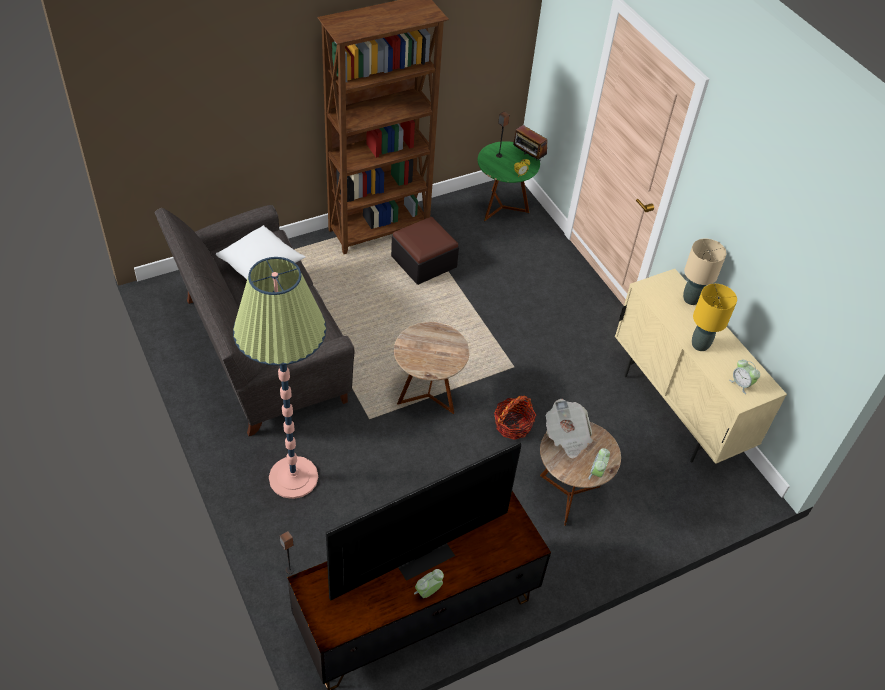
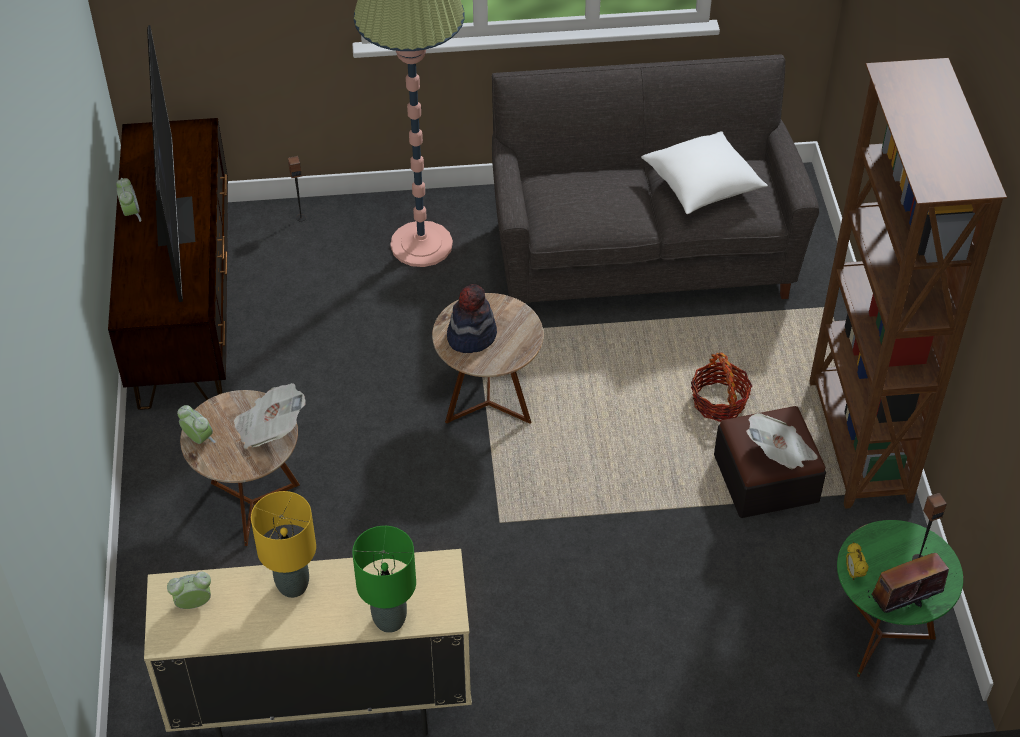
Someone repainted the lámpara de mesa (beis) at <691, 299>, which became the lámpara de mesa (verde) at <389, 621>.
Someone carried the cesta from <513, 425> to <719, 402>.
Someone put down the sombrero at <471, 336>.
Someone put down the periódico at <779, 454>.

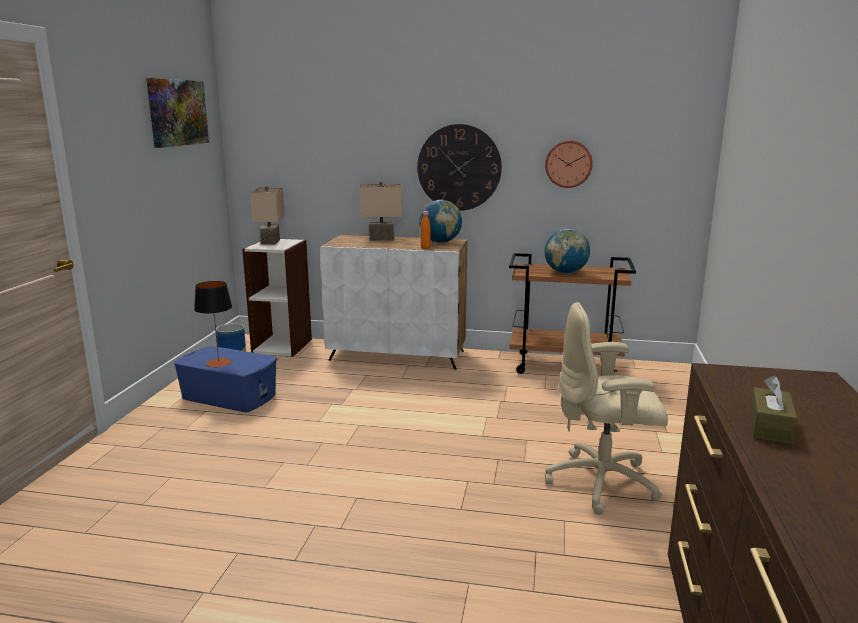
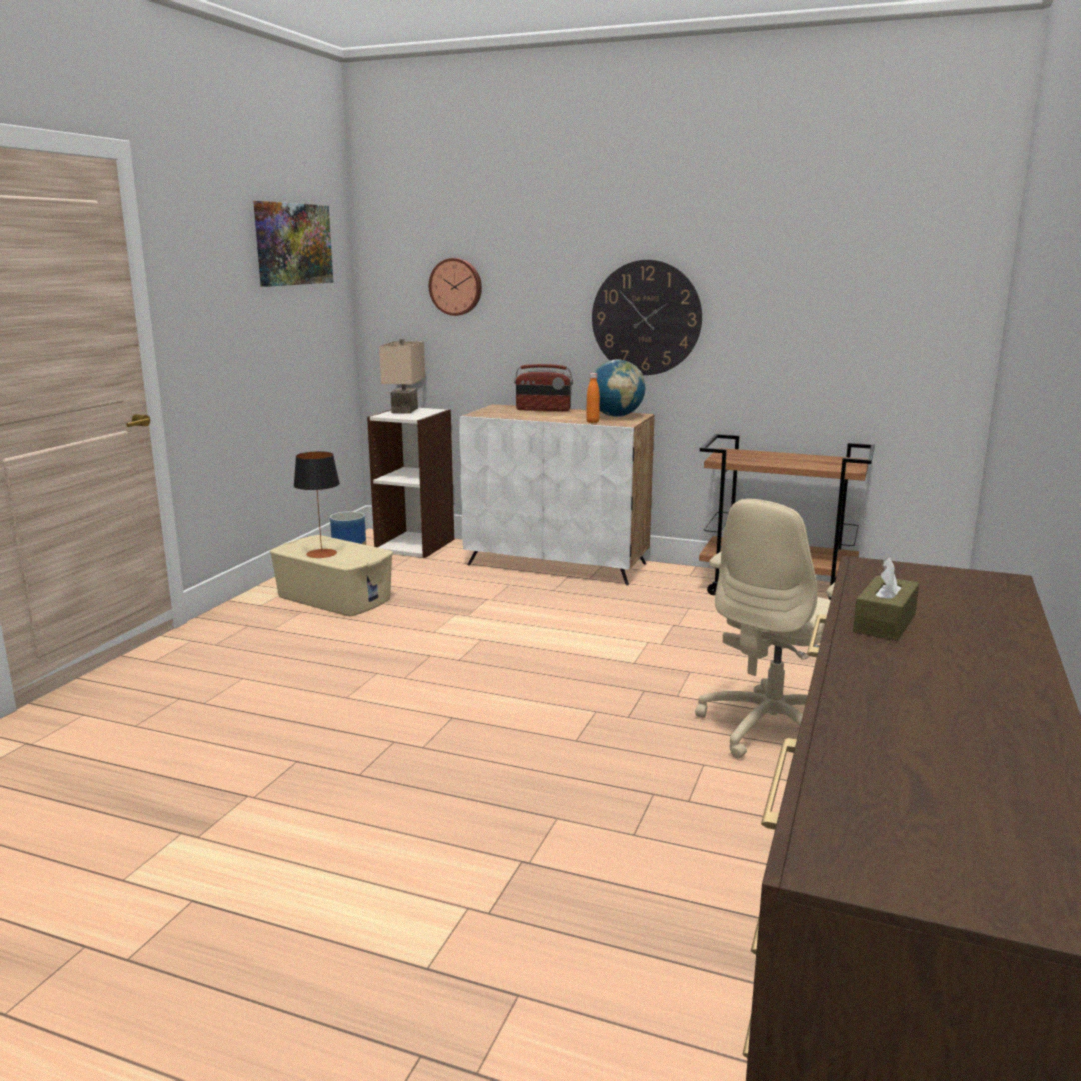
Someone carried the reloj de pared from <568, 164> to <456, 286>.
Someone swapped the lámpara de mesa (beis) at <382, 238> for the radio at <543, 410>.
Someone took away the globo terráqueo at <565, 273>.
Someone rotated the silla de oficina (beis) at <603, 483> by 60 degrees counterclockwise.
Someone repainted the caja de almacenaje (azul) at <229, 396>, which became the caja de almacenaje (beis) at <334, 597>.

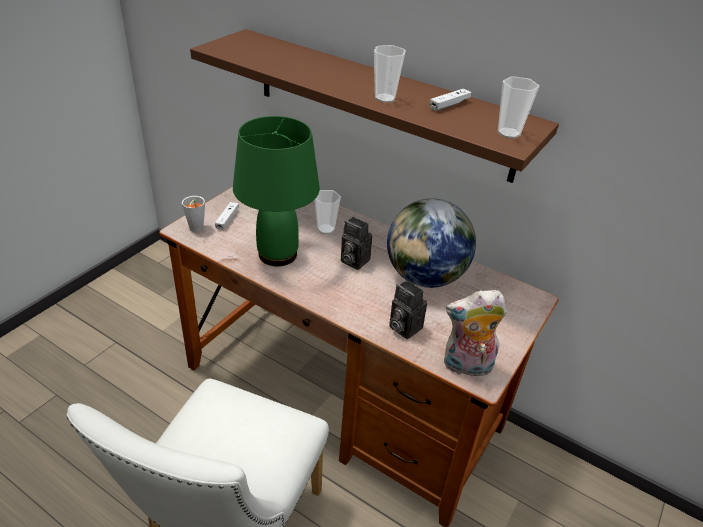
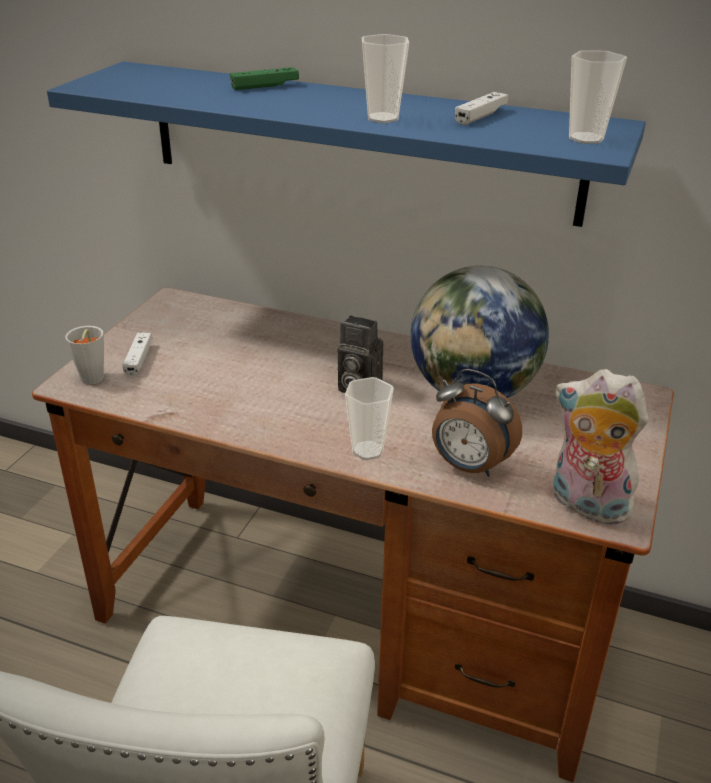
Someone repainted the estante (marrón) at <380, 103>, which became the estante (azul) at <359, 141>.
Someone took away the lámpara de mesa (verde) at <278, 254>.
Someone carried the taza from <326, 229> to <368, 451>.
Someone swapped the cámara at <403, 327> for the despertador at <469, 466>.
Someone rotated the peluche at <466, 367> by 45 degrees clockwise.
Someone put down the mando de consola (verde) at <265, 86>.

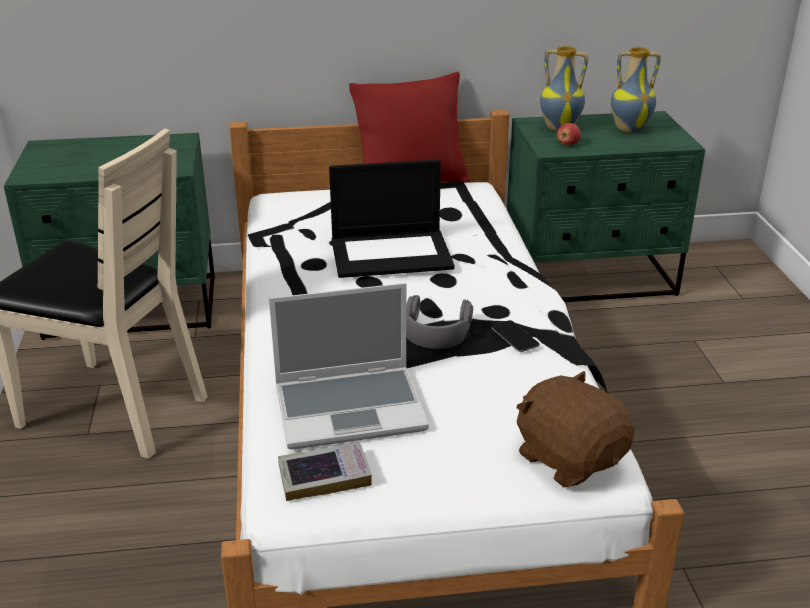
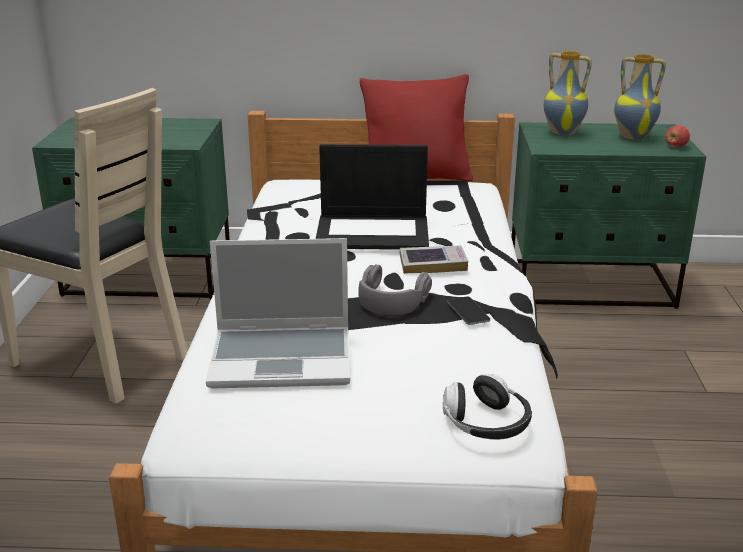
Someone carried the manzana from <567, 144> to <675, 147>.
Someone swapped the peluche (marrón) at <569, 458> for the auriculares at <486, 424>.
Someone carried the libro from <324, 476> to <433, 264>.

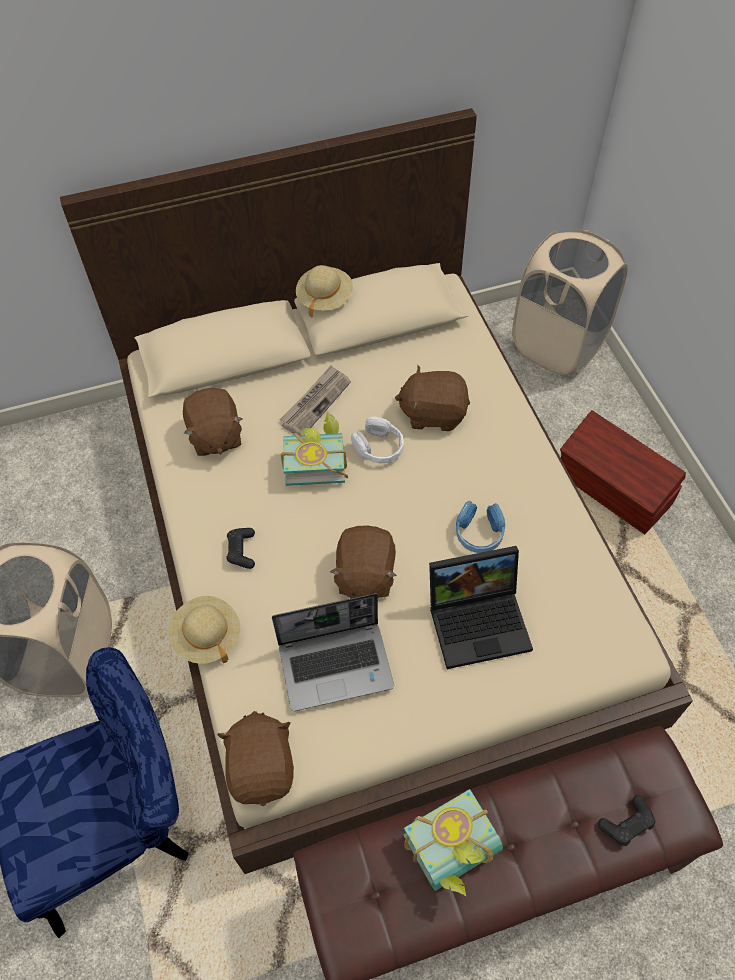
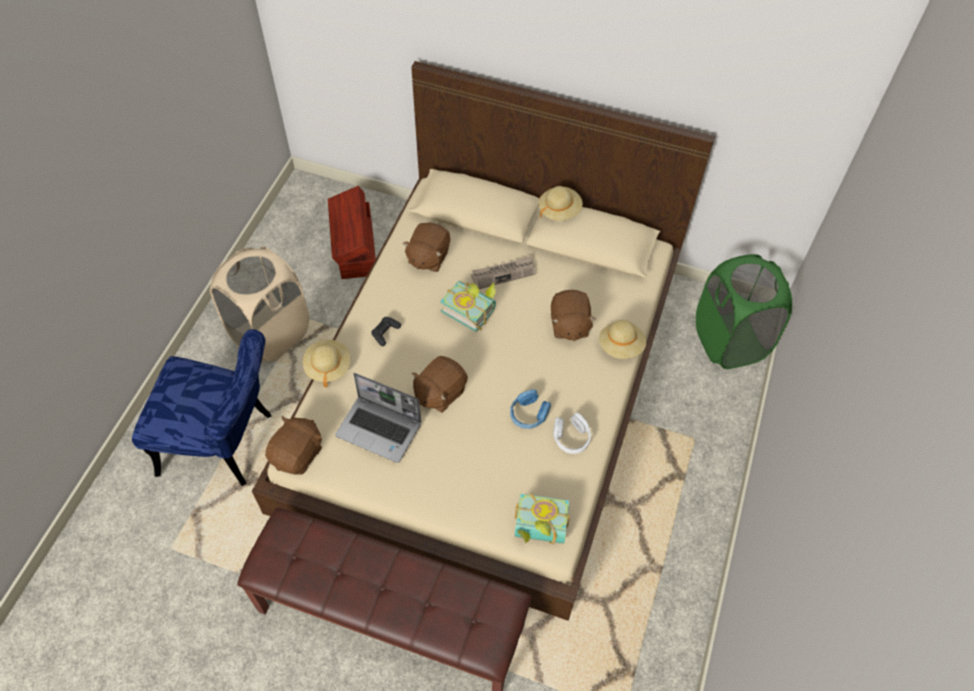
Someone repainted the cesto de la ropa (beis) at <558, 346>, which became the cesto de la ropa (verde) at <729, 341>.
Someone rotated the peluche (marrón) at <433, 413> by 135 degrees counterclockwise.
Someone carried the caja de almacenaje (marrón) from <613, 490> to <355, 248>.
Someone carried the auriculares (blanco) from <379, 447> to <571, 438>.
Someone took away the portátil at <480, 620>.
Someone carried the libro from <456, 854> to <539, 530>.
Someone took away the mando de consola (negro) at <626, 824>.
Someone put down the sombrero (beis) at <621, 346>.

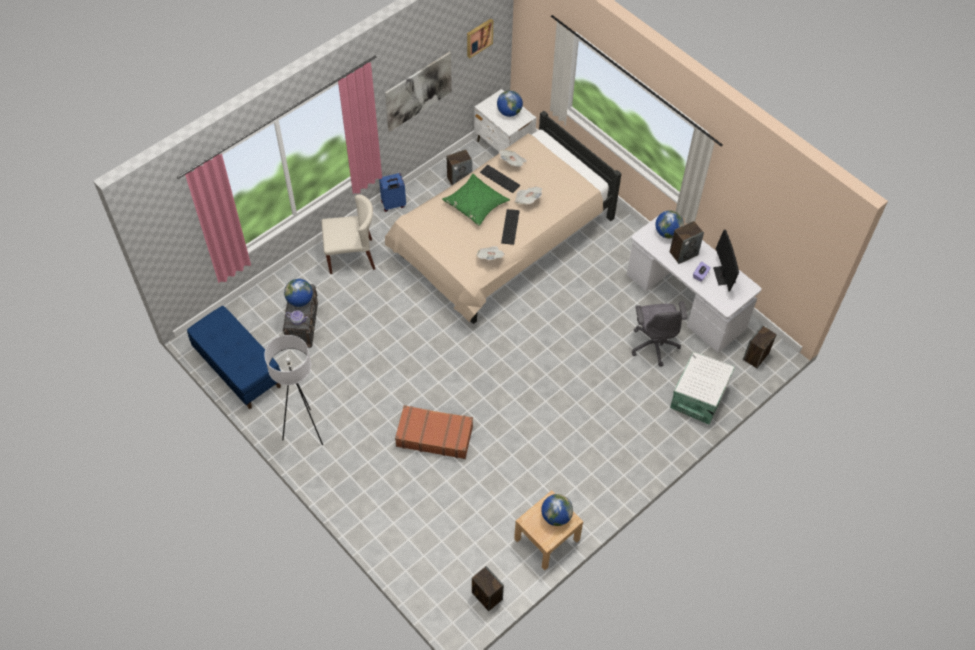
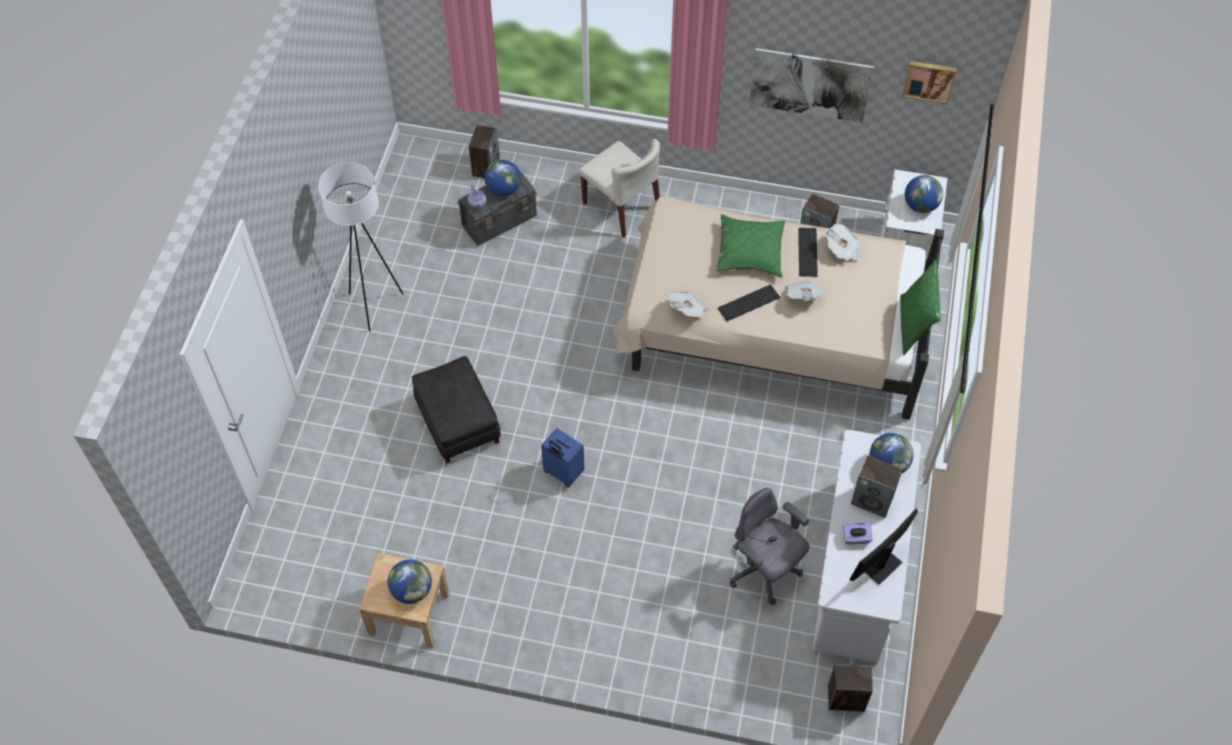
Someone carried the maleta (azul) from <393, 205> to <562, 473>.
Someone rotated the silla de oficina (gris) at <654, 344> by 90 degrees clockwise.
Someone took away the banco (azul) at <238, 369>.
Someone took away the caja de almacenaje (blanco) at <697, 397>.
Someone swapped the maleta (marrón) at <434, 436> for the puf (negro) at <458, 423>.
Someone carried the altavoz from <486, 596> to <486, 167>.
Someone put down the cojín (verde) at <914, 325>.

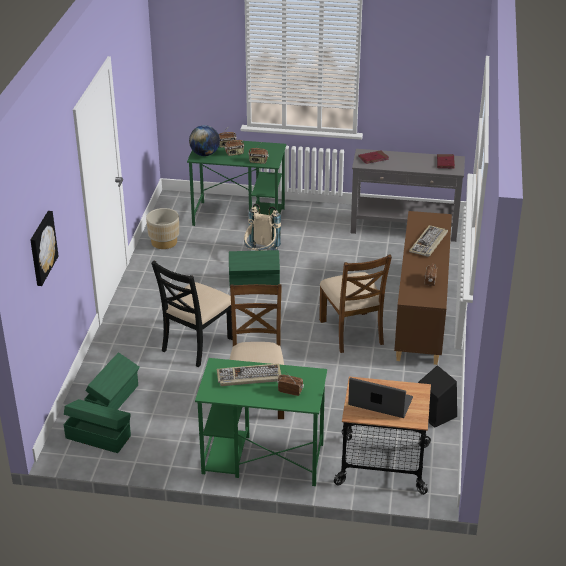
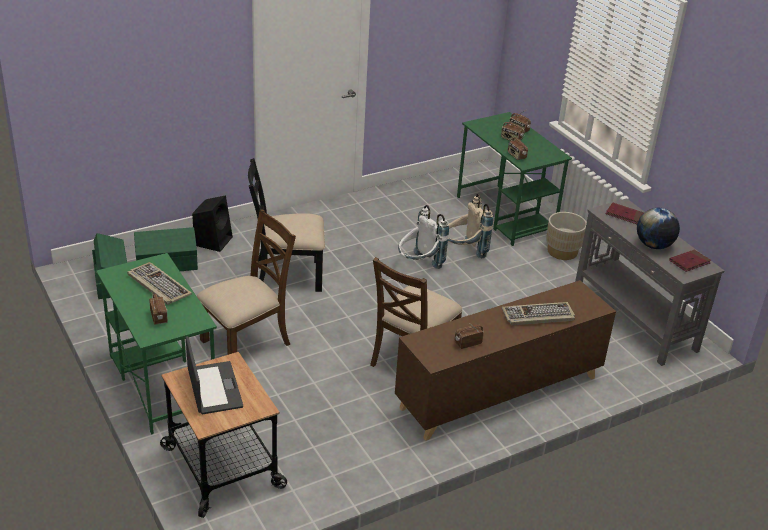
Someone carried the globo terráqueo from <205, 154> to <654, 245>.
Someone carried the maceta (beis) from <164, 242> to <562, 251>.
Someone took away the cuadro at <41, 248>.
Someone swapped the caja de almacenaje (verde) at <254, 281> for the mochila (blanco) at <419, 266>.
Someone carried the altavoz (negro) from <435, 413> to <213, 240>.

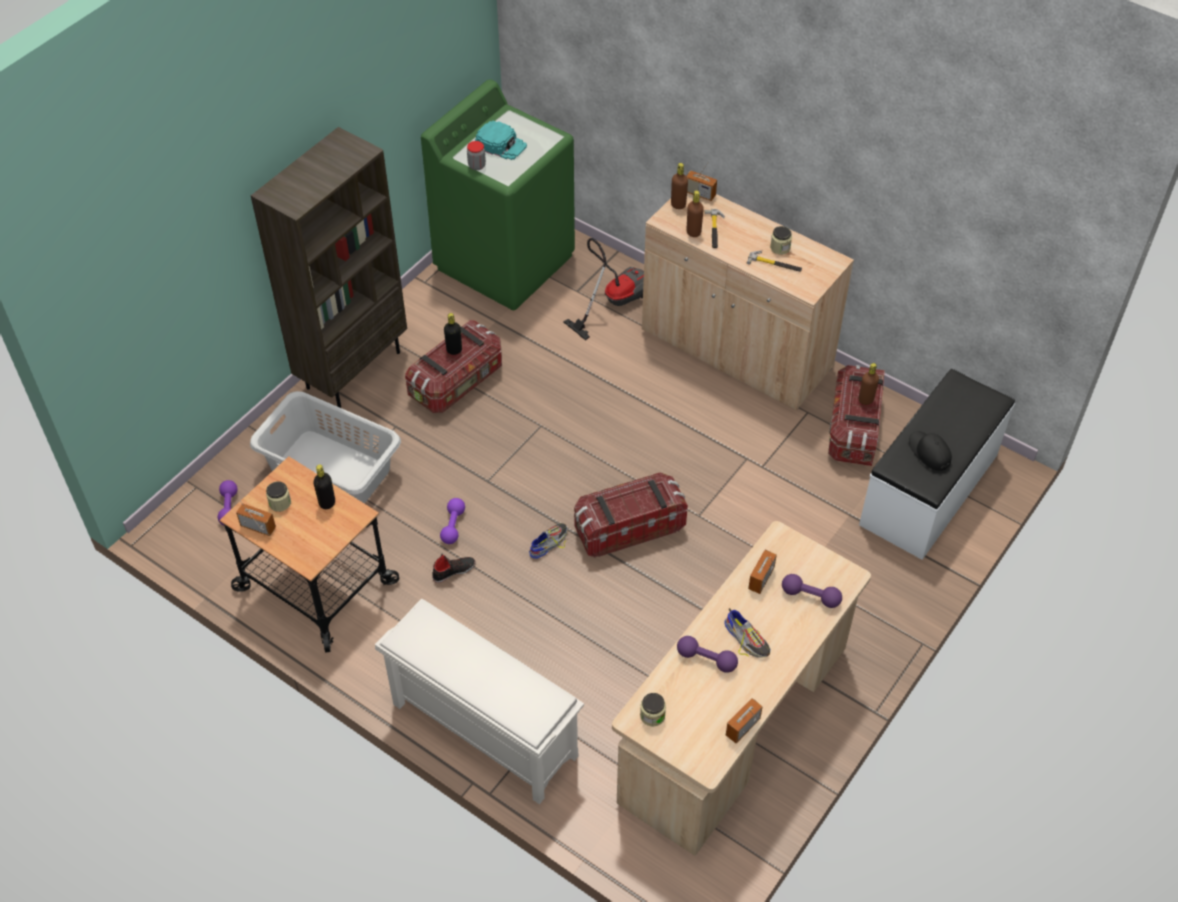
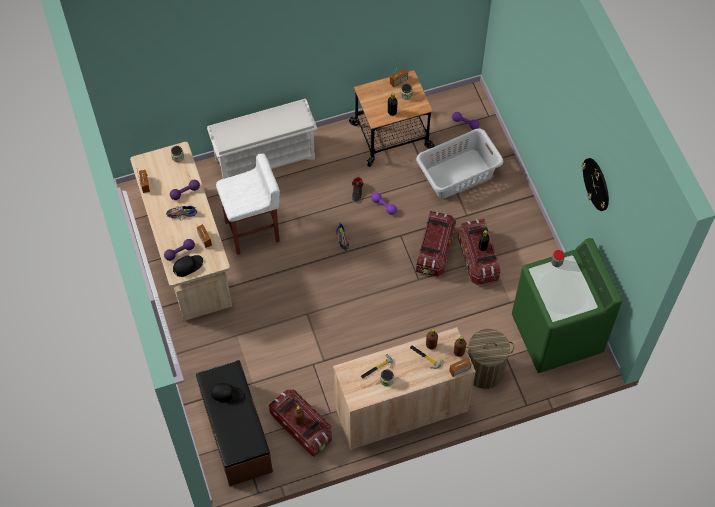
Someone took away the gorra (turquesa) at <501, 144>.
Someone took away the estantería (marrón) at <353, 369>.
Someone swapped the aspiradora at <614, 301> for the cesto de la ropa at <484, 371>.
Someone repainted the banco (blanco) at <930, 490>, which became the banco (marrón) at <235, 433>.
Someone carried the caja de almacenaje from <628, 527> to <435, 250>.
Someone put down the taburete (blanco) at <253, 232>.
Someone put up the reloj de pared at <596, 184>.
Someone put down the gorra (negro) at <188, 266>.

